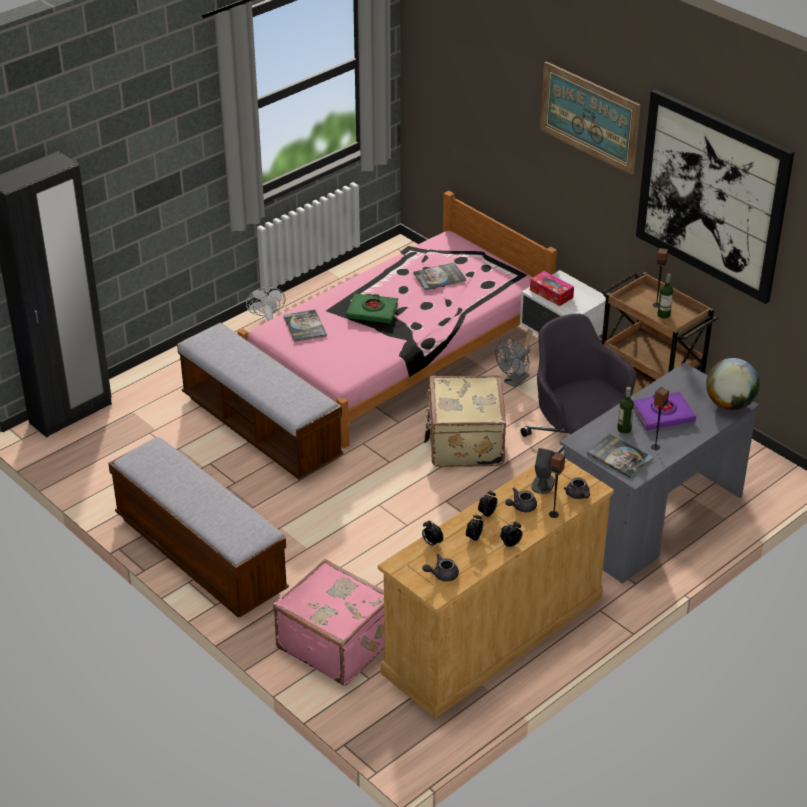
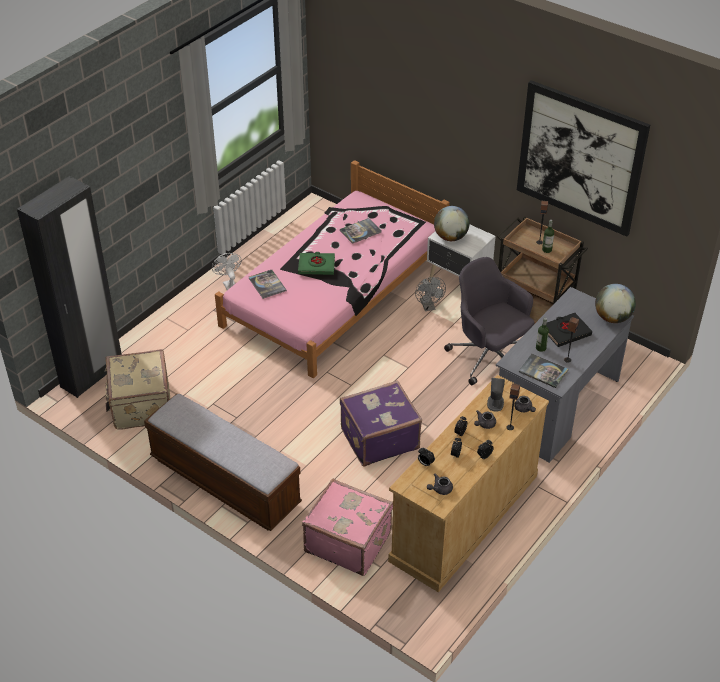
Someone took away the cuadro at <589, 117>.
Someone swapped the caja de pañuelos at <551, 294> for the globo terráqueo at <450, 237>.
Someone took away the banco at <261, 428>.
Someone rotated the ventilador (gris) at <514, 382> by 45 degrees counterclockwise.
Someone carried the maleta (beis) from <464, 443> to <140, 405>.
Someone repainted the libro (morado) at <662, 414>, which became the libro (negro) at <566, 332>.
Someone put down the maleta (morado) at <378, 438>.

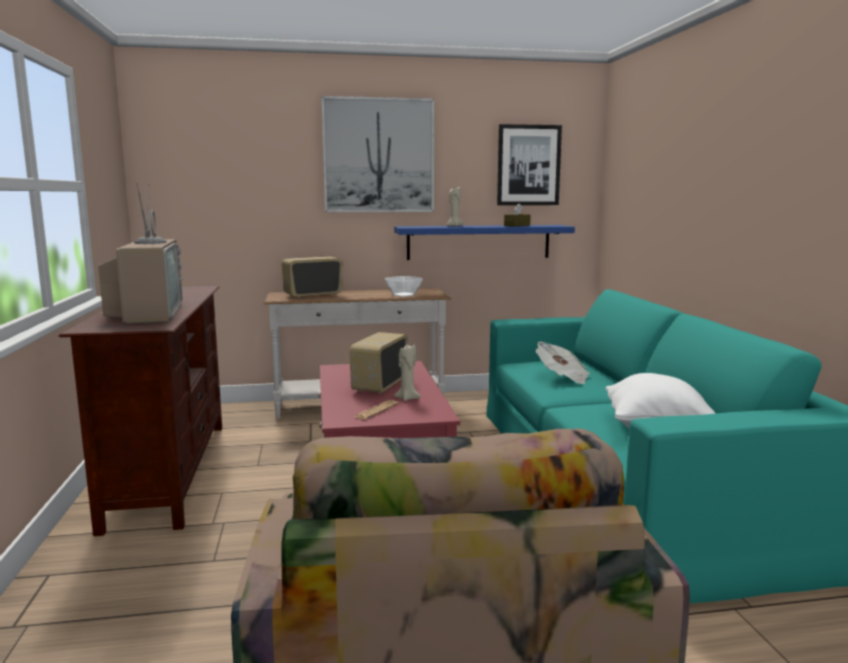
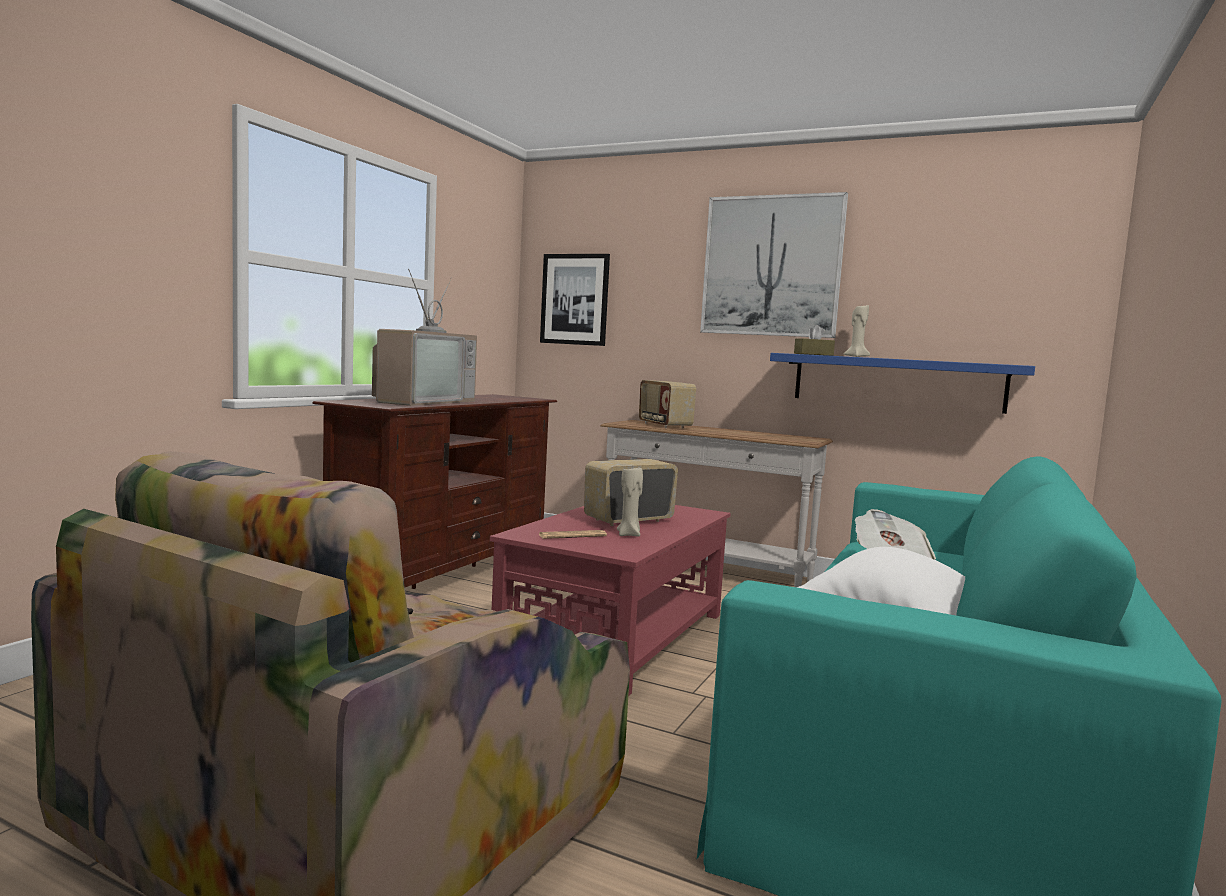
Someone carried the cuadro from <528, 165> to <575, 299>.
Someone carried the caja de pañuelos (marrón) from <517, 225> to <813, 354>.
Someone rotated the radio at <313, 295> by 120 degrees counterclockwise.
Someone took away the cuenco at <403, 295>.

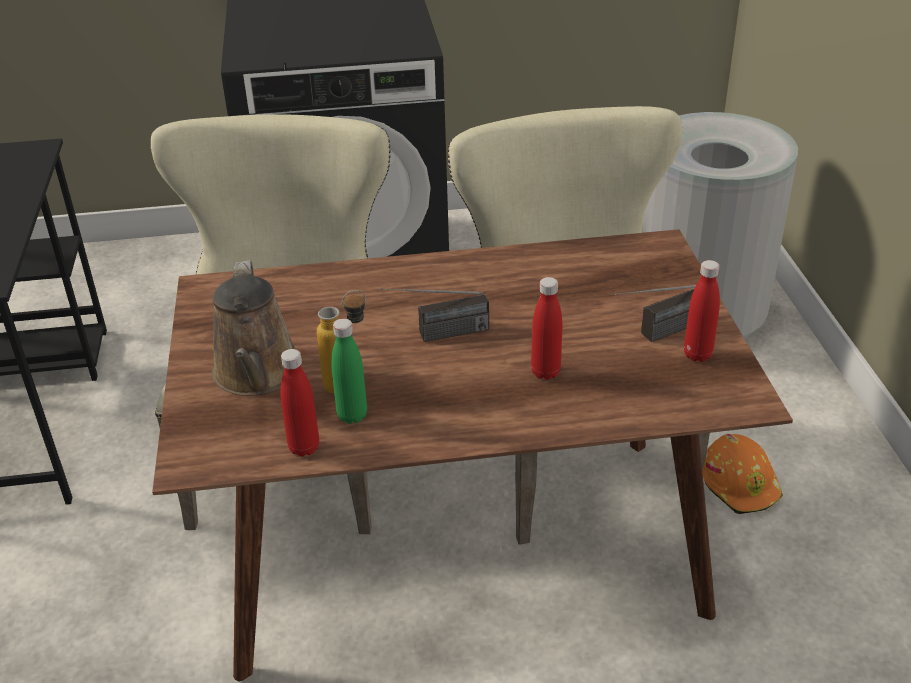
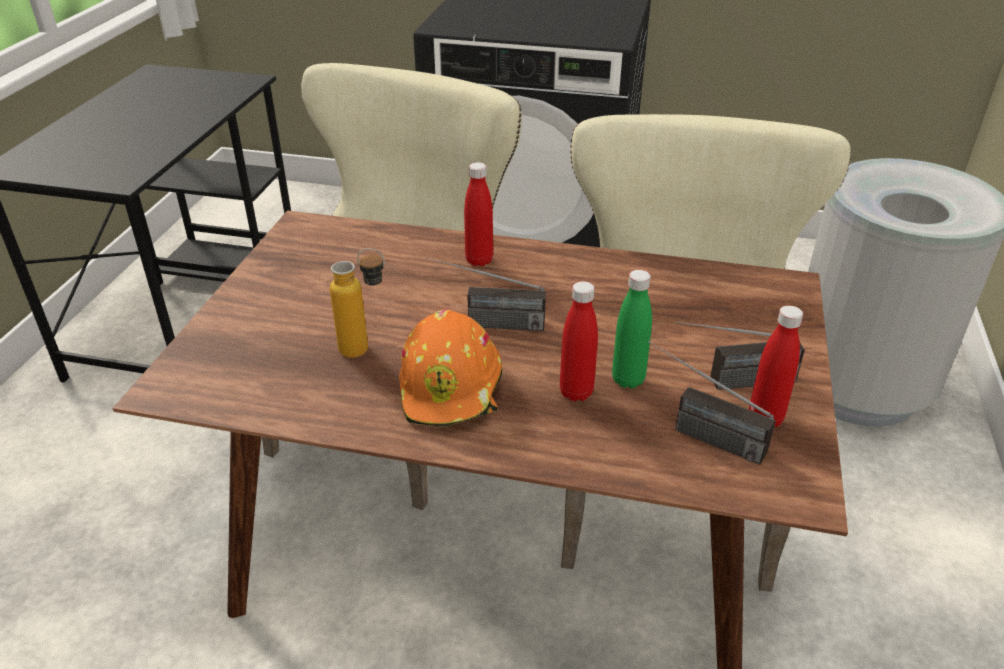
Someone took away the regadera (marrón) at <257, 374>.
Someone carried the botella (verde) from <352, 415> to <628, 380>.
Someone carried the botella (rojo) from <304, 448> to <479, 260>.
Someone carried the casco (naranja) from <741, 484> to <452, 388>.
Someone put down the radio at <697, 433>.

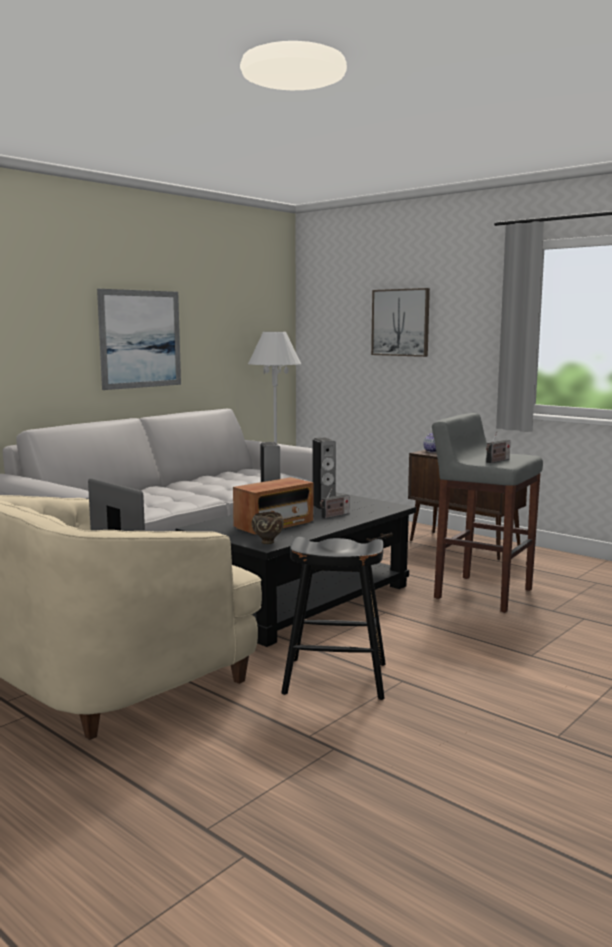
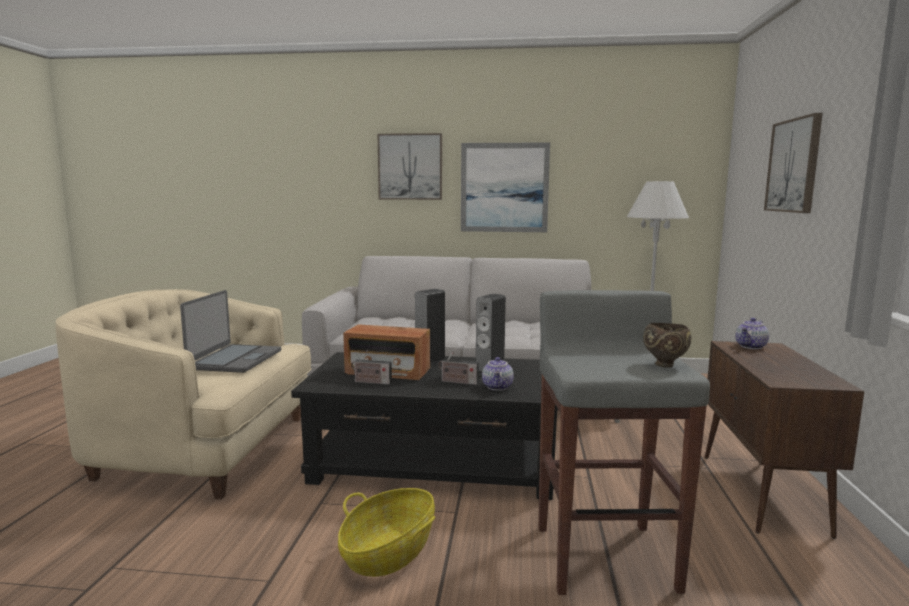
Someone carried the radio from <497, 461> to <371, 382>.
Someone carried the cuenco (marrón) from <267, 542> to <665, 364>.
Someone took away the taburete (negro) at <336, 678>.
Someone put up the cuadro at <410, 167>.
Someone put down the tetera at <498, 387>.
Someone put down the cesta at <389, 553>.

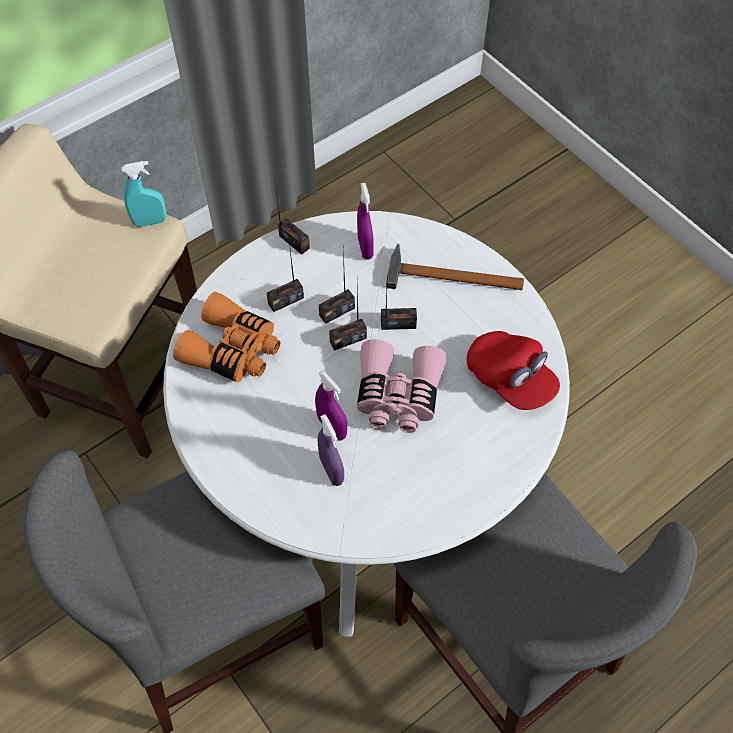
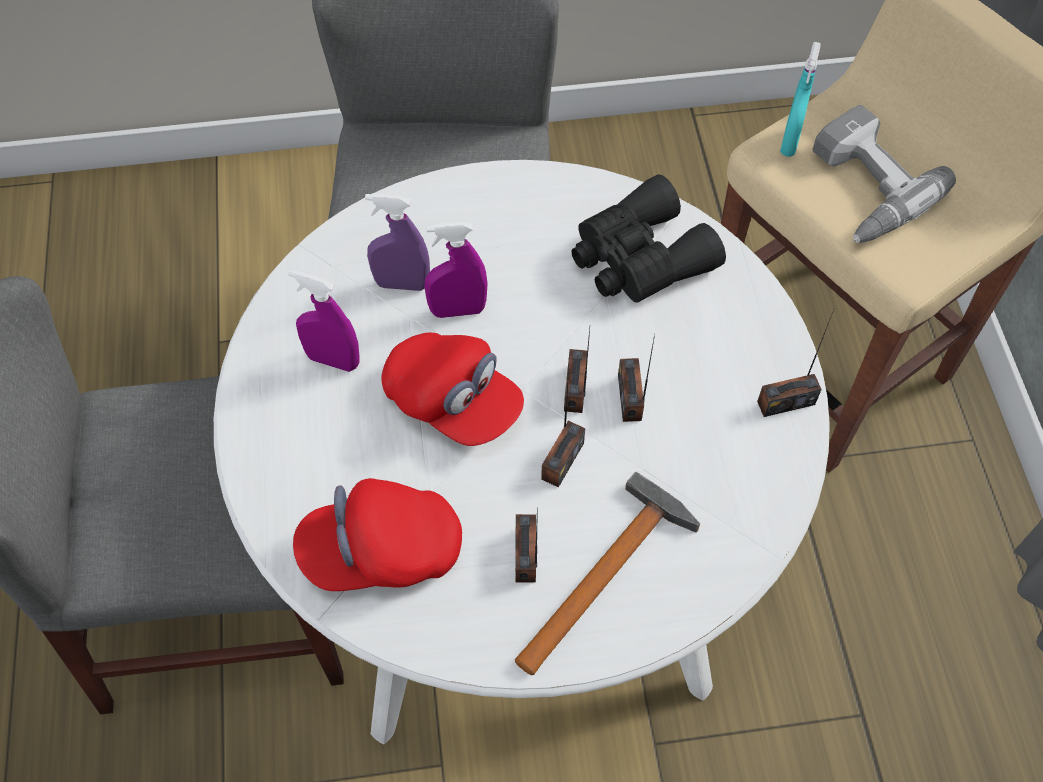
Someone carried the pulverizador (turquesa) from <150, 222> to <790, 141>.
Someone carried the pulverizador (morado) from <365, 247> to <333, 360>.
Someone carried the radio from <285, 300> to <526, 554>.
Someone repainted the prismáticos (naranja) at <233, 350>, which became the prismáticos (negro) at <639, 259>.
Someone swapped the prismáticos (rosa) at <398, 395> for the gorra (rojo) at <453, 402>.
Someone put down the taladro at <861, 188>.

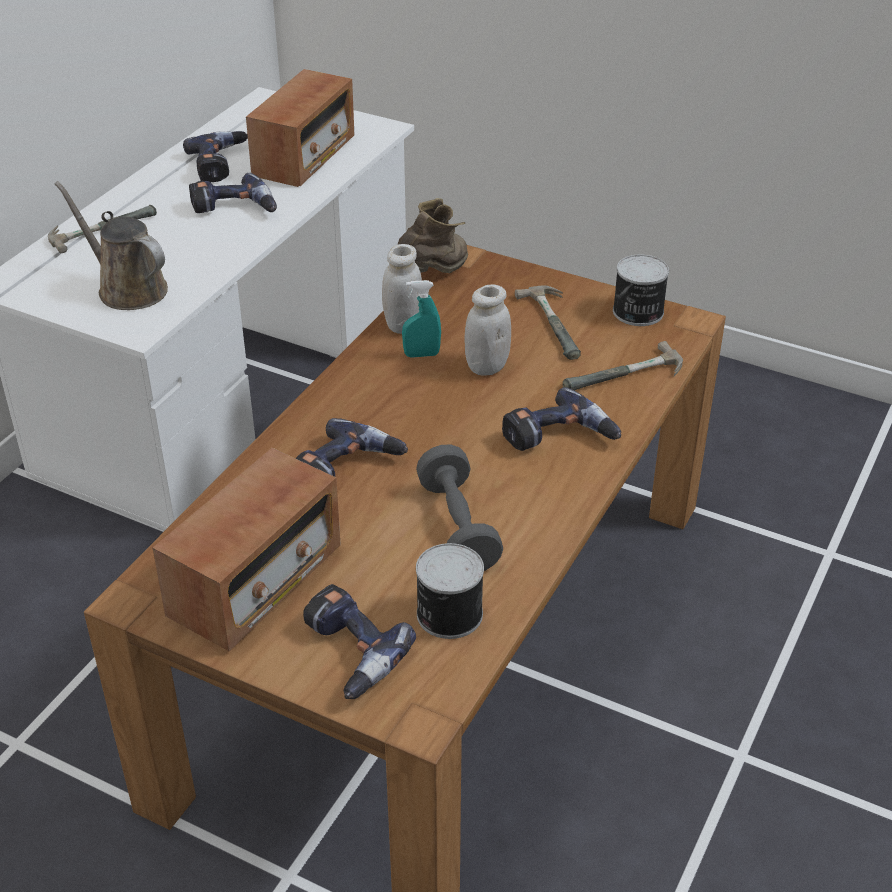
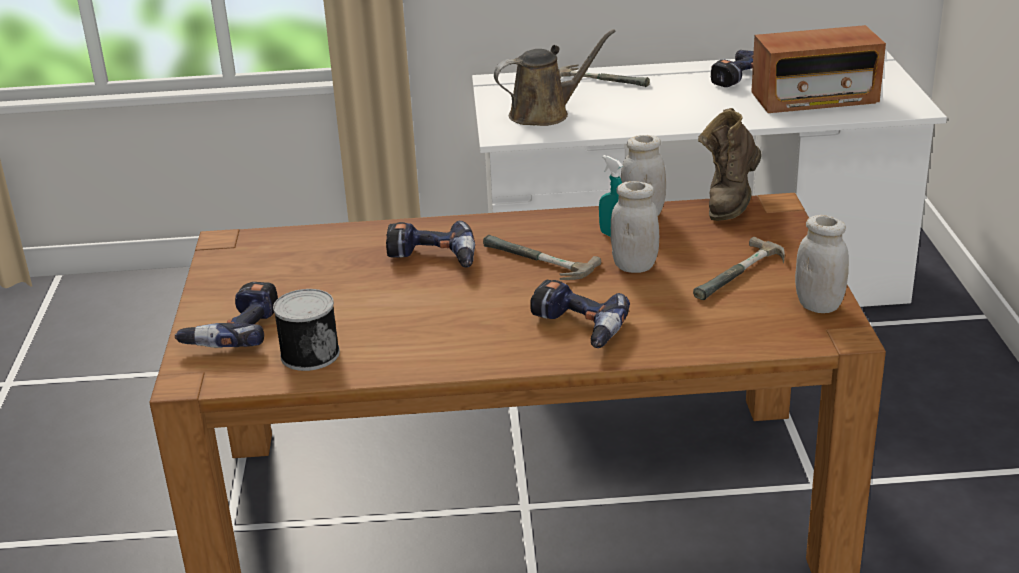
Someone took away the taladro at <234, 210>.
Someone rotated the regadera (marrón) at <127, 288> by 60 degrees clockwise.
Someone rotated the bota (marrón) at <433, 274> by 105 degrees clockwise.
Someone swapped the lata at <638, 312> for the tarro (blanco) at <819, 305>.
Someone carried the martillo from <626, 378> to <534, 263>.
Someone took away the mancuerna (gris) at <458, 527>.
Someone took away the radio at <256, 583>.

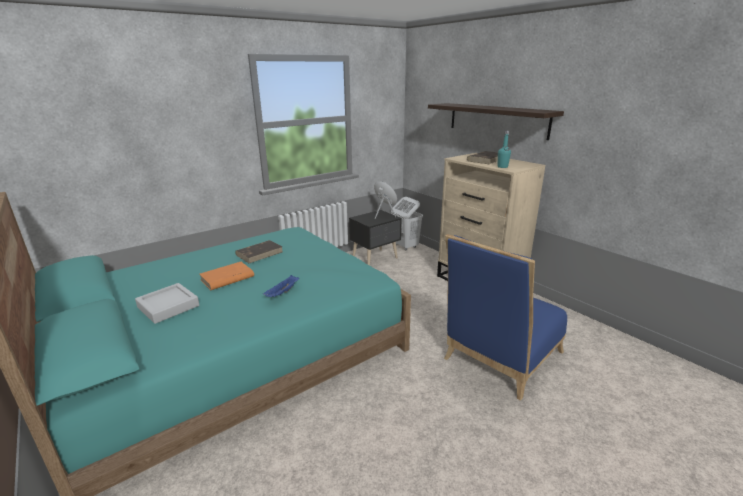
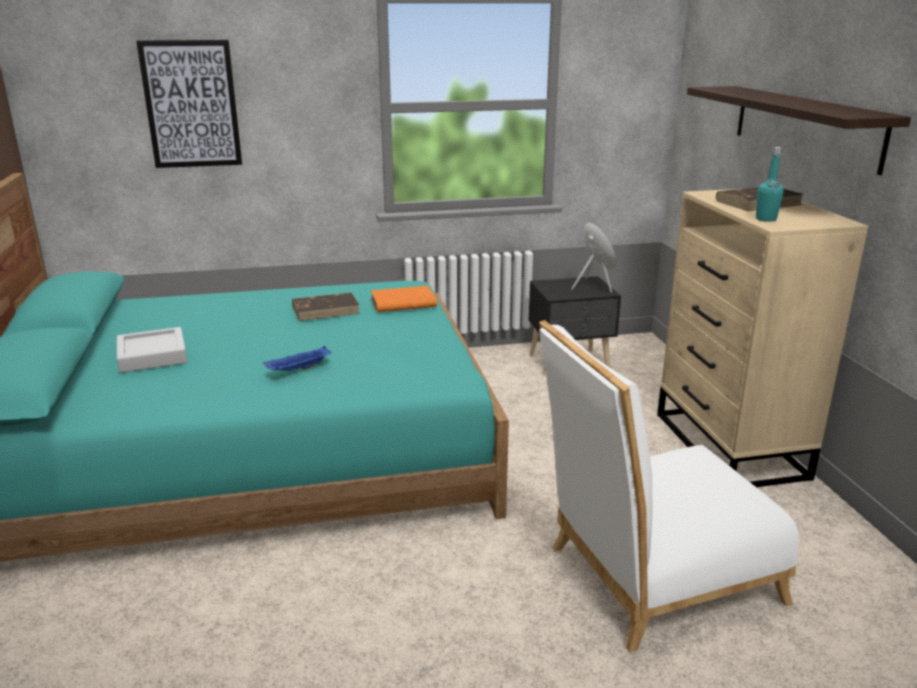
Someone took away the cesto de la ropa (blanco) at <405, 246>.
Someone repainted the silla (azul) at <499, 359>, which became the silla (blanco) at <652, 578>.
Someone carried the libro (naranja) from <227, 278> to <402, 303>.
Someone put up the cuadro at <191, 104>.

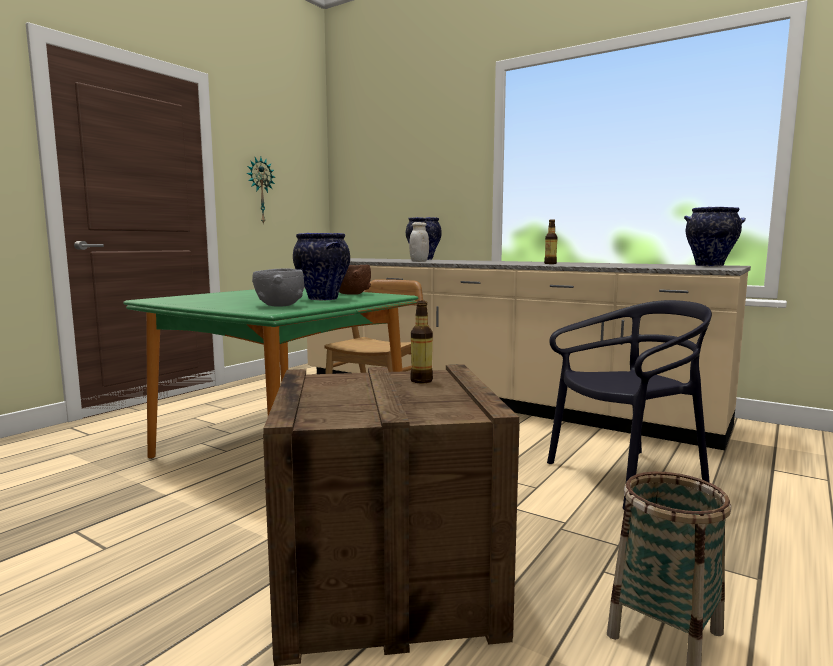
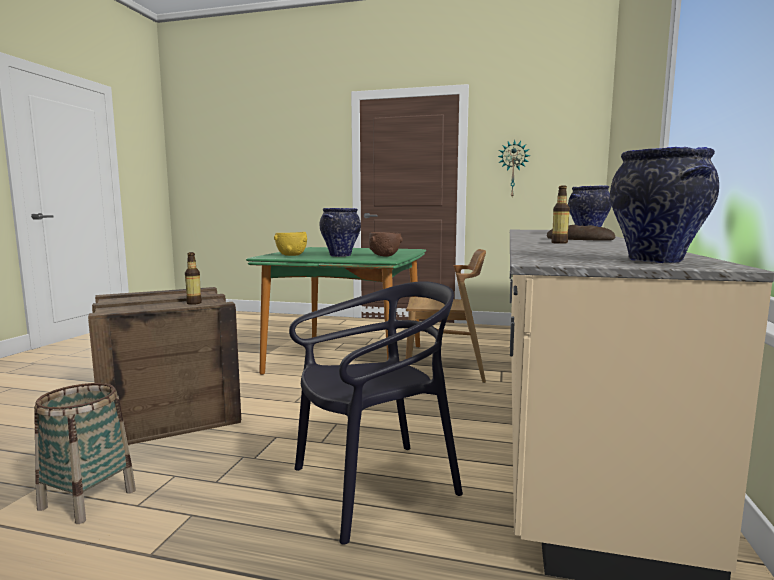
Someone took away the tarro (blanco) at <419, 261>.
Someone repainted the cuenco (gris) at <279, 306>, which became the cuenco (amarillo) at <291, 255>.
Someone rotated the silla (negro) at <626, 476> by 75 degrees counterclockwise.
Someone put down the pan at <579, 239>.

